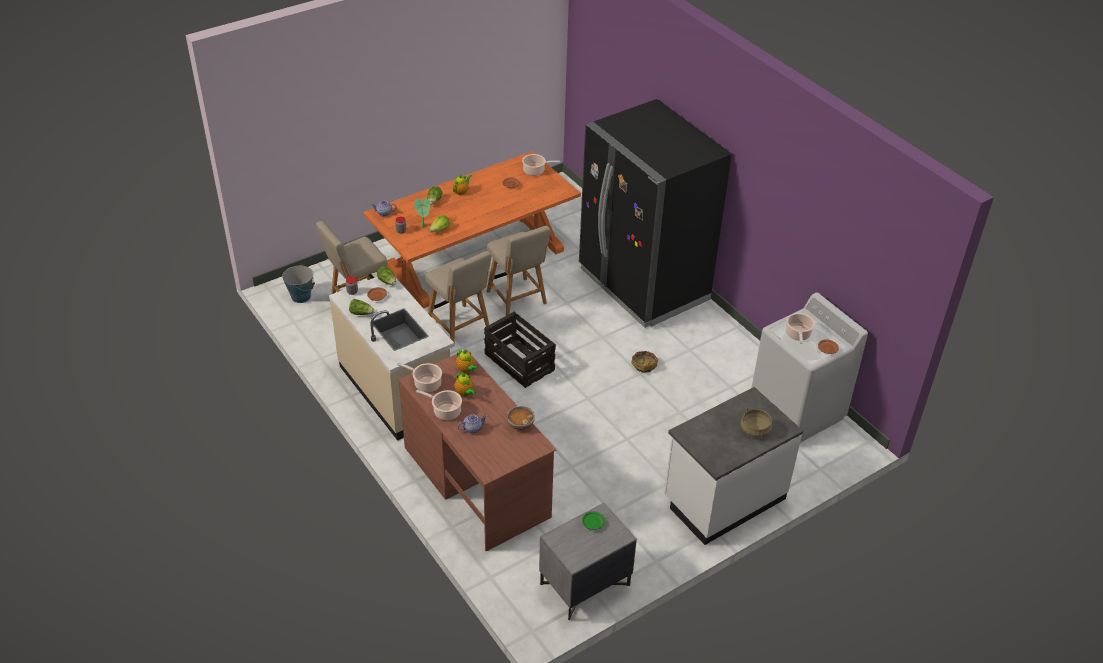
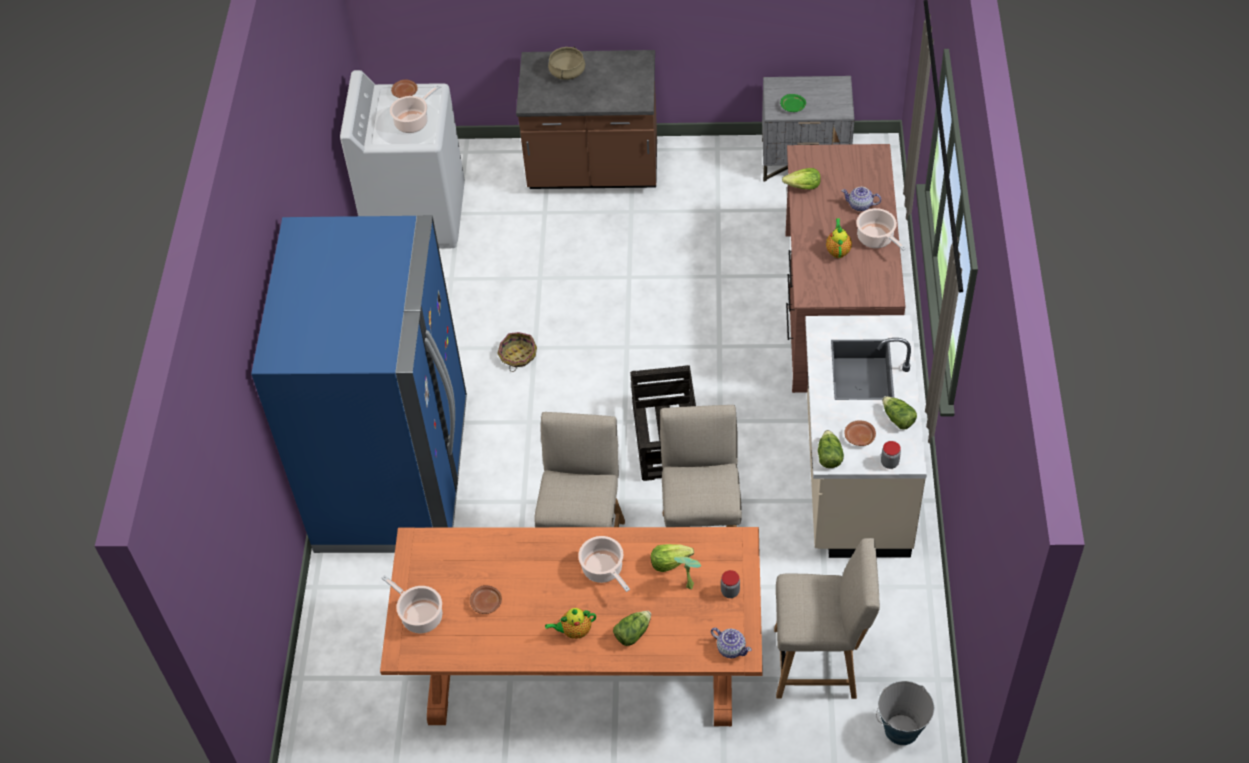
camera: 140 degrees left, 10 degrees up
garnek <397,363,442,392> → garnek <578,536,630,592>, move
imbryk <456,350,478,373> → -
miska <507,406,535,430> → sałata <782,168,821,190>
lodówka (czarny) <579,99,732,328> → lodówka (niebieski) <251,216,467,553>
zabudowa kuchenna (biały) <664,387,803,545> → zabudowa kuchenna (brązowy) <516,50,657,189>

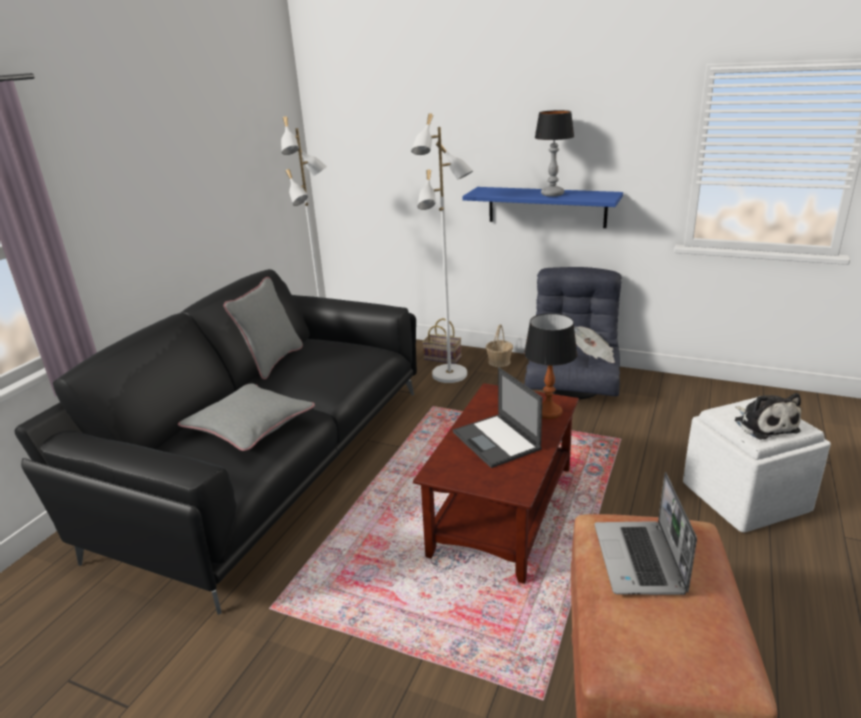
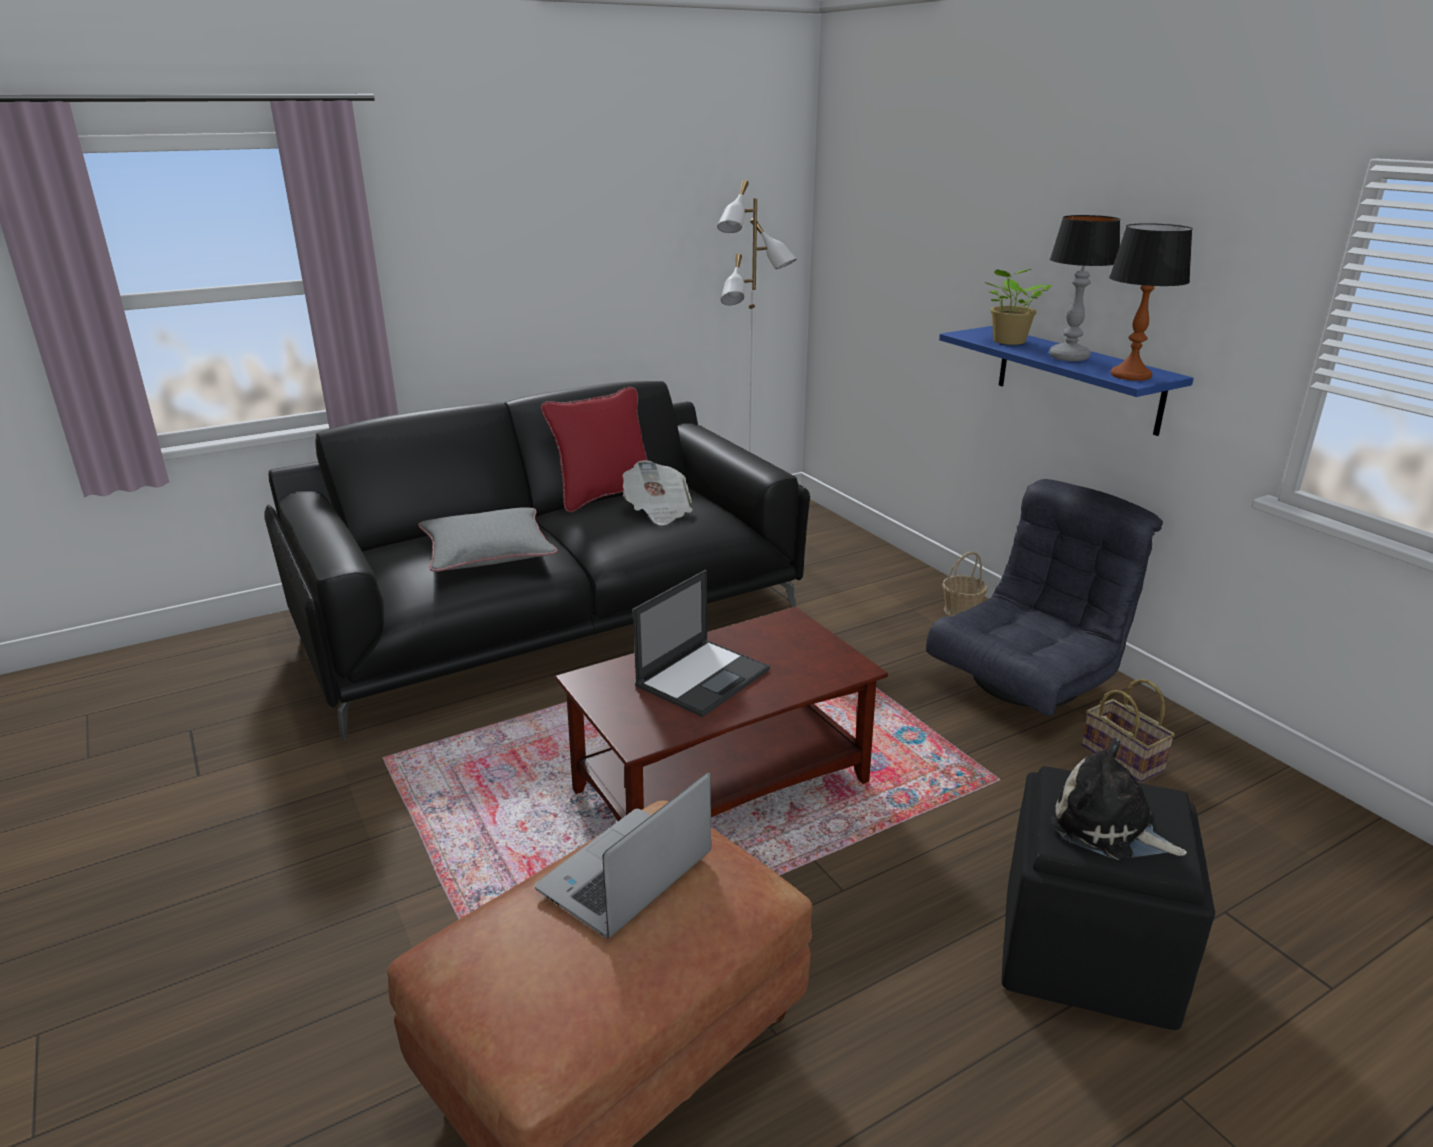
camera: 35 degrees right, 0 degrees up
poduszka (szary) <224,277,303,379> → poduszka (czerwony) <541,387,647,512>
lampa stojąca (biały) <411,113,473,383> → -
koszyk <422,318,461,364> → koszyk <1081,679,1175,782>, move
laptop <453,367,542,468> → laptop <633,570,770,717>, 150 degrees counterclockwise
lampa stołowa <524,313,578,419> → lampa stołowa <1109,223,1193,381>, move
gazeta <574,326,615,363> → gazeta <623,460,693,525>, move
pufa (biały) <683,397,831,532> → pufa (czarny) <1002,766,1215,1030>
pluszak <735,393,801,440> → pluszak <1051,738,1187,860>, 105 degrees clockwise
- → roślina doniczkowa <984,269,1051,345>

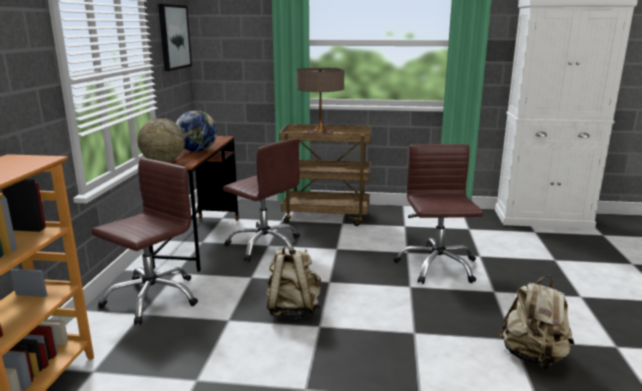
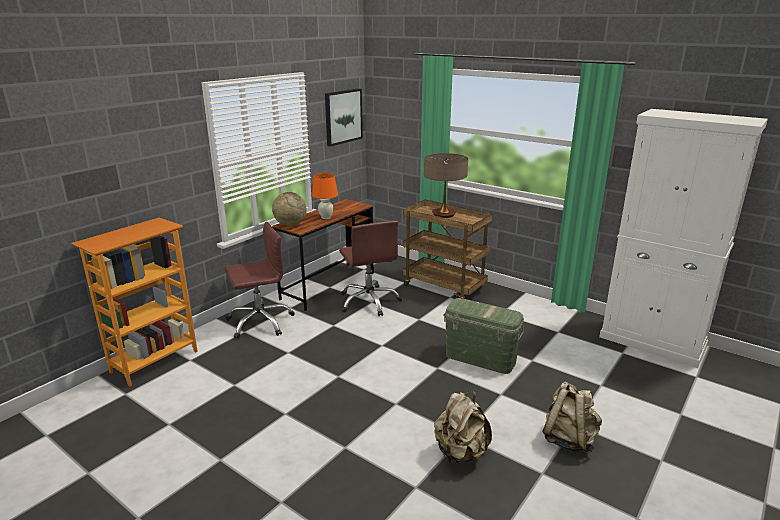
camera: 30 degrees right, 5 degrees up
globus <176,110,217,152> → lampa stołowa (pomarańczowy) <312,173,338,219>
plecak (beżowy) <266,246,321,318> → plecak (beżowy) <542,381,602,454>, move
krzesło biurowe (brązowy) <394,144,483,284> → pojemnik do przechowywania (zielony) <443,298,525,374>

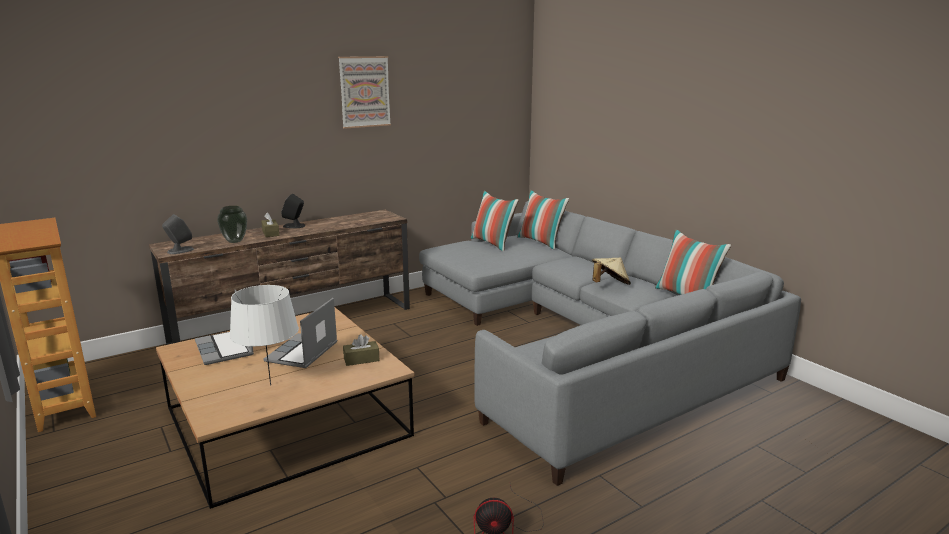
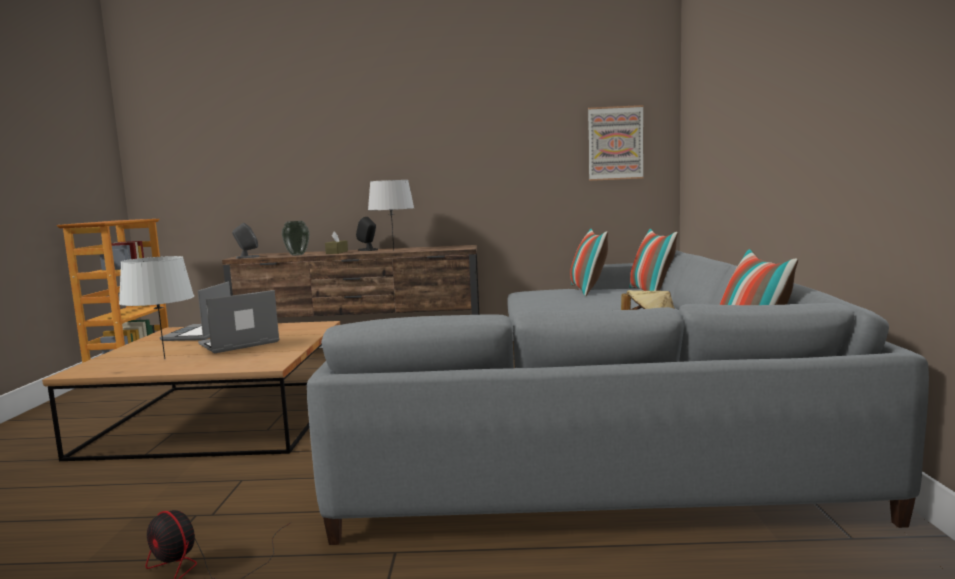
camera: 35 degrees right, 10 degrees down
obraz <338,56,391,129> → obraz <588,105,644,181>, move
pudełko chusteczek (brązowy) <343,334,380,366> → -
- → lampa stołowa (szary) <368,180,414,251>

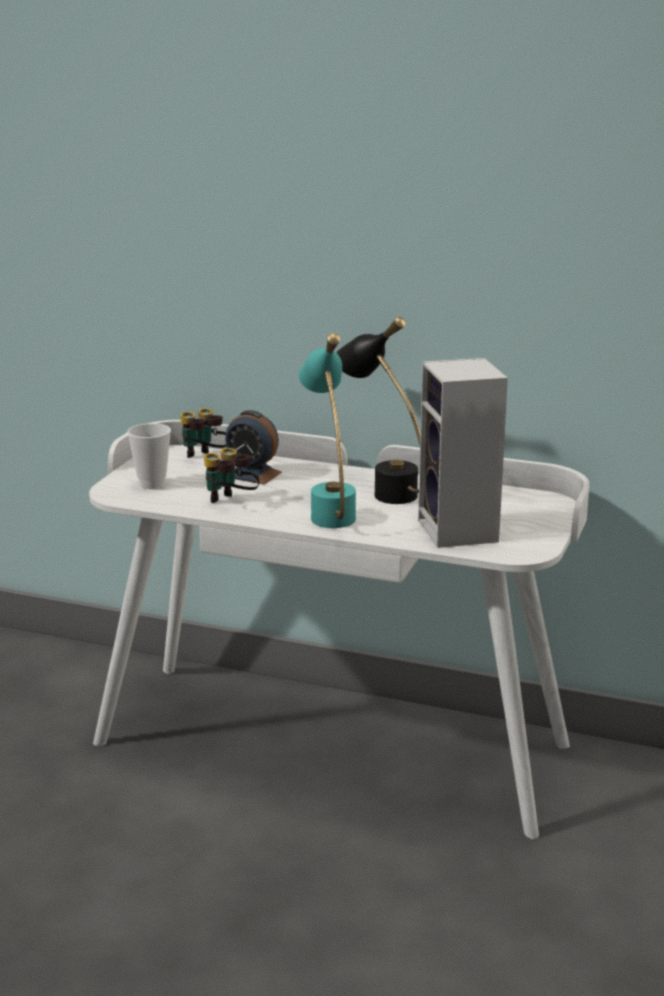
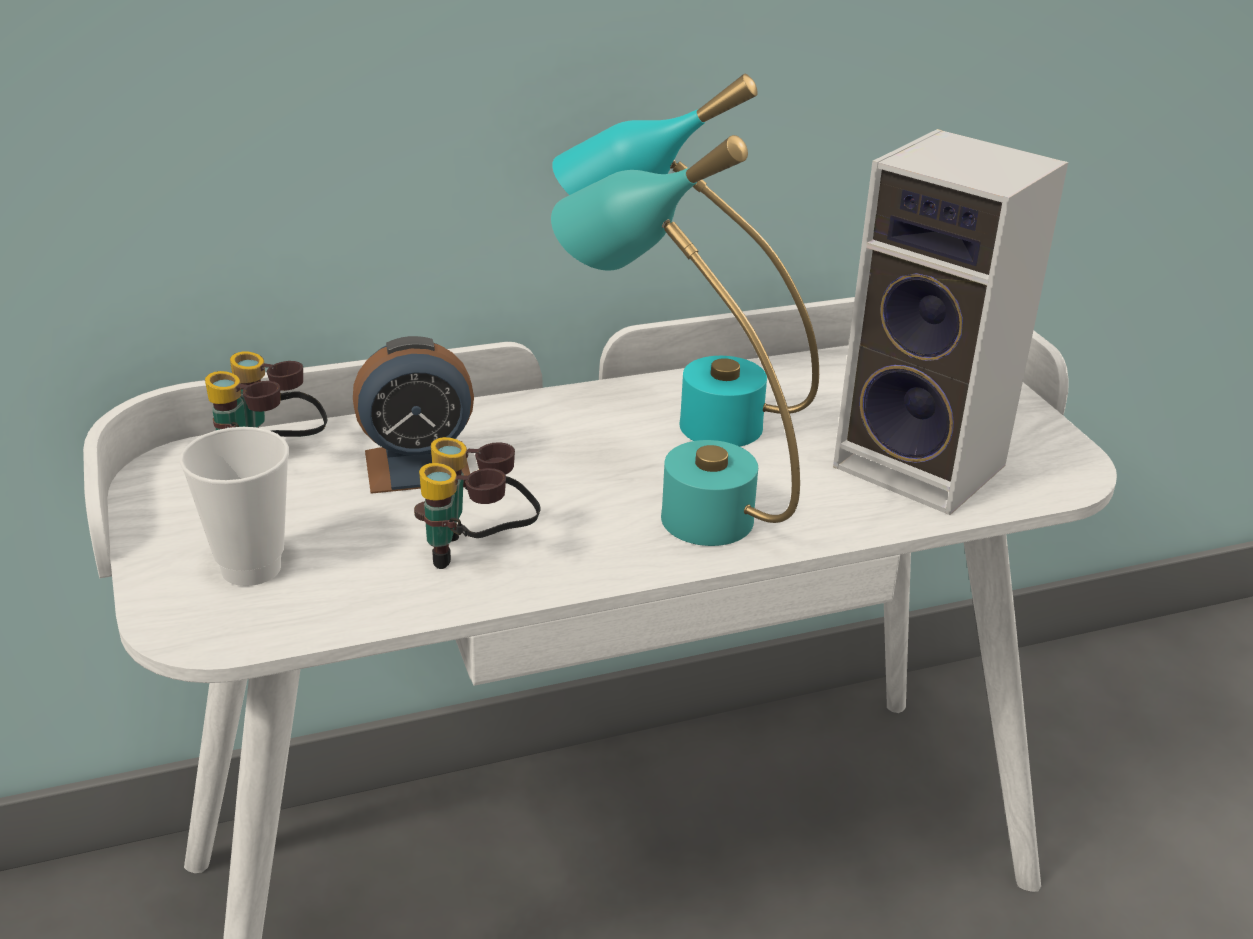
camera: 40 degrees left, 10 degrees up
lampa stołowa (czarny) <336,317,420,504> → lampa stołowa (turkusowy) <552,74,819,447>

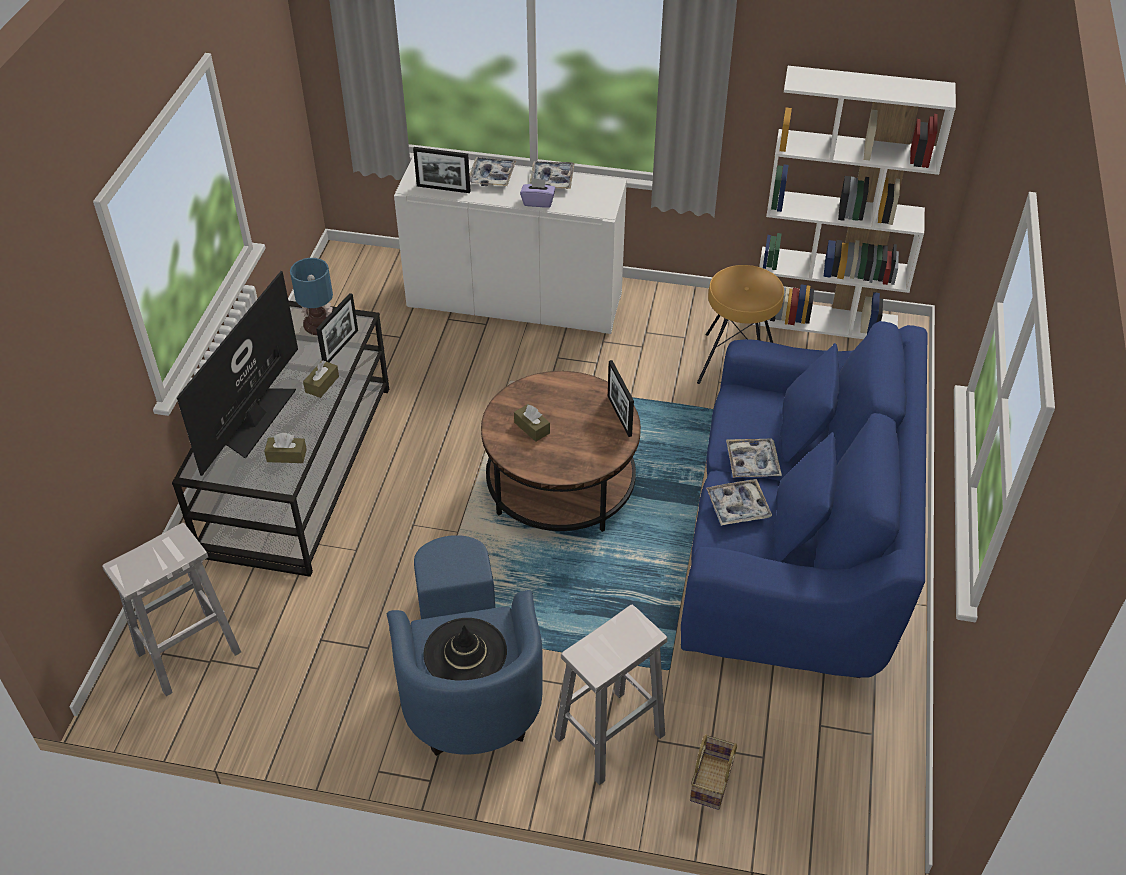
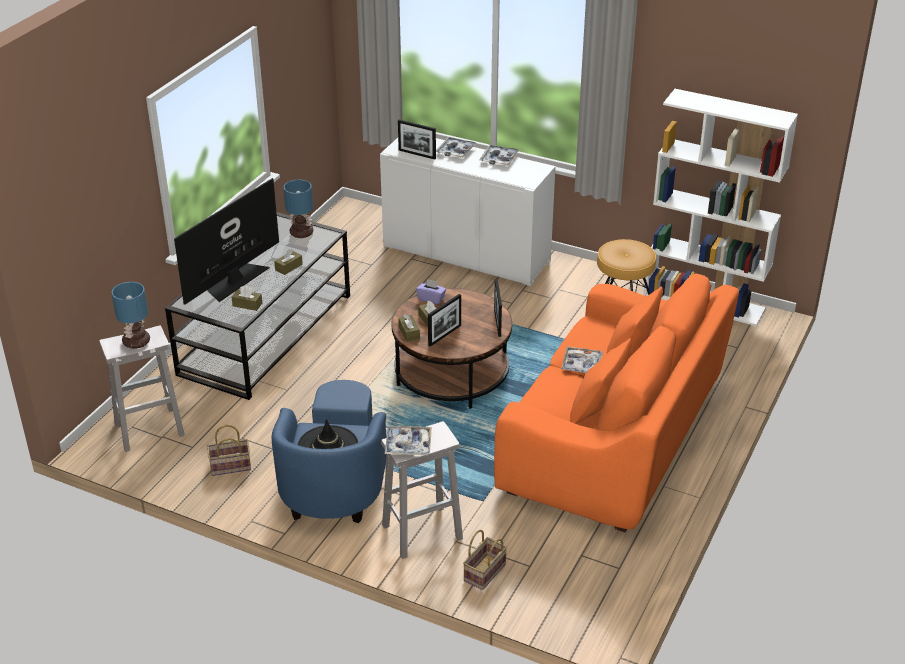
camera: 15 degrees right, 10 degrees down
ramka na zdjęcie <316,293,358,362> → ramka na zdjęcie <428,294,461,347>, move
pudełko chusteczek (fioletowy) <520,178,555,208> → pudełko chusteczek (fioletowy) <416,279,446,304>, move
kanapa (niebieski) <681,321,928,678> → kanapa (pomarańczowy) <494,273,739,532>
taca <706,479,772,526> → taca <385,426,432,456>, move
- → lampa stołowa <112,282,150,349>
- → koszyk <207,425,251,476>
- → pudełko chusteczek (brązowy) <398,314,420,342>

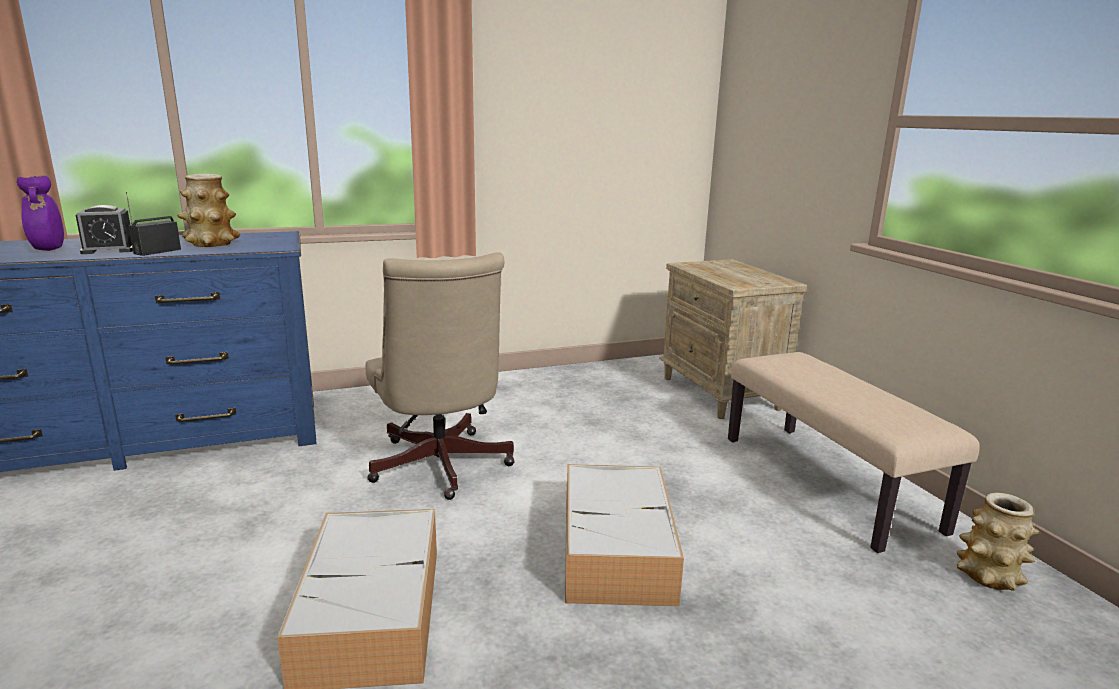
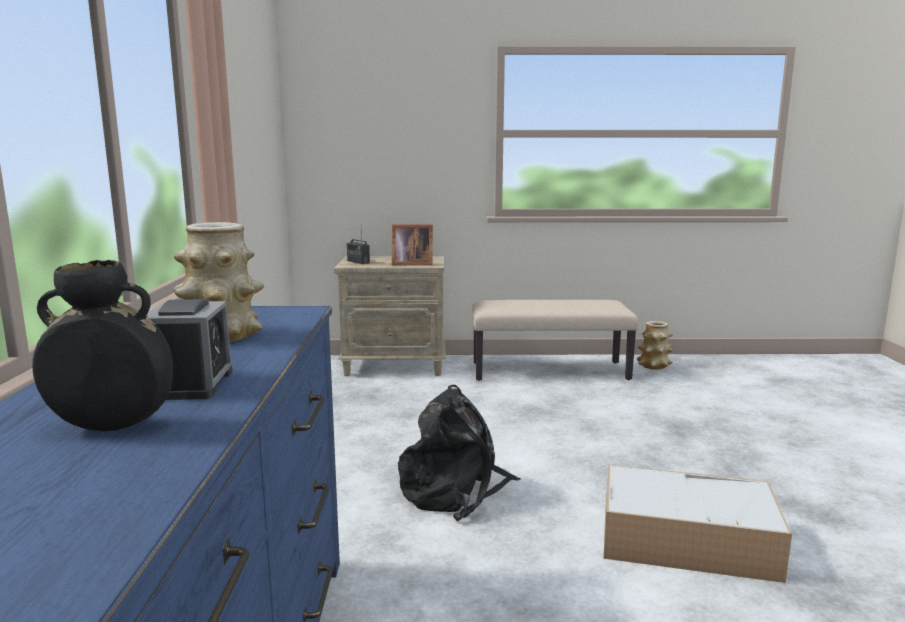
camera: 70 degrees left, 5 degrees down
wazon (fioletowy) <17,176,64,251> → wazon (czarny) <32,260,173,431>
radio <126,192,181,256> → radio <347,233,370,264>, move
krzesło biurowe (beżowy) <366,252,515,500> → plecak (czarny) <398,385,521,521>
pojemnik do przechowywania <565,464,684,607> → -
- → ramka na zdjęcie <392,224,433,265>

